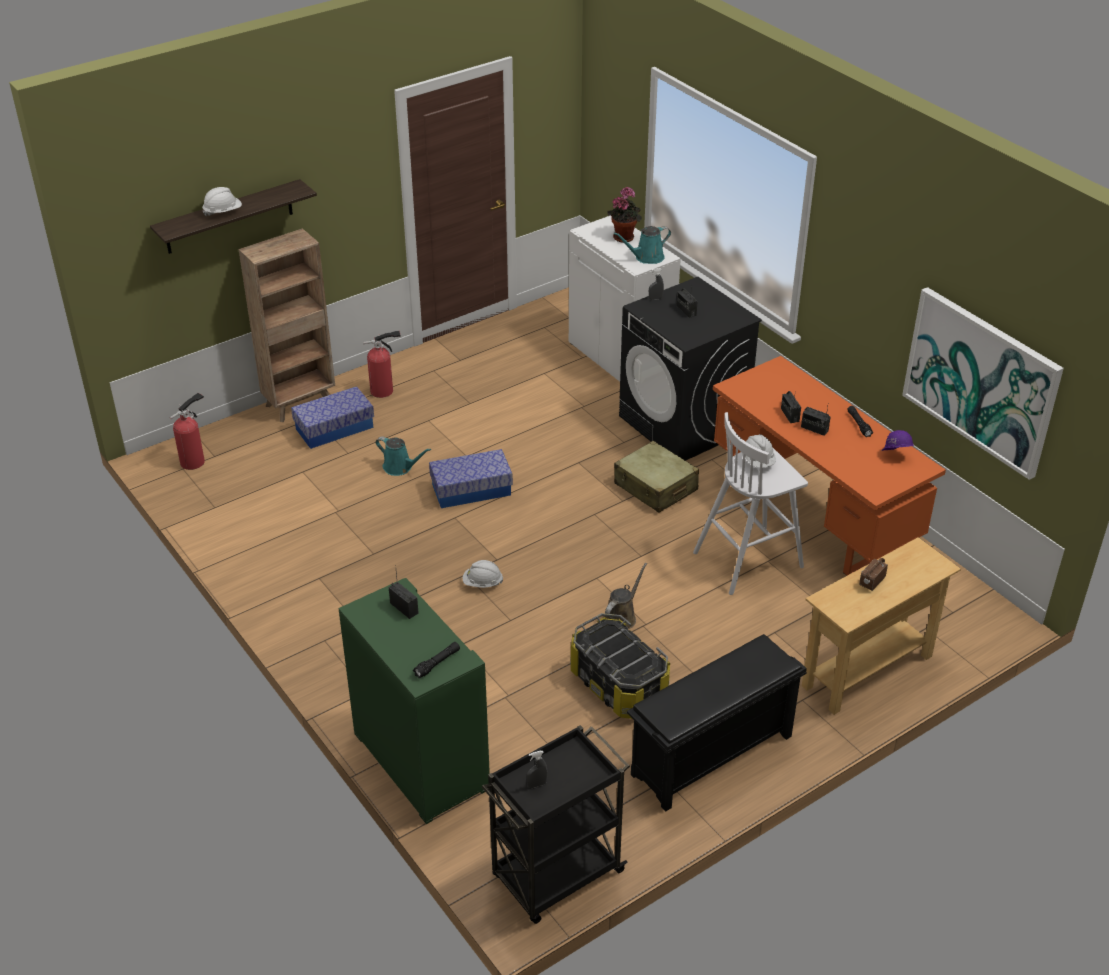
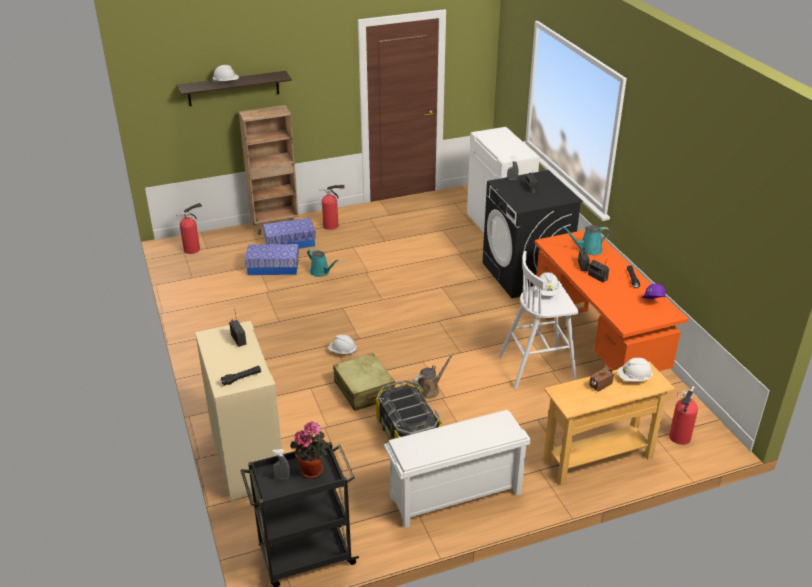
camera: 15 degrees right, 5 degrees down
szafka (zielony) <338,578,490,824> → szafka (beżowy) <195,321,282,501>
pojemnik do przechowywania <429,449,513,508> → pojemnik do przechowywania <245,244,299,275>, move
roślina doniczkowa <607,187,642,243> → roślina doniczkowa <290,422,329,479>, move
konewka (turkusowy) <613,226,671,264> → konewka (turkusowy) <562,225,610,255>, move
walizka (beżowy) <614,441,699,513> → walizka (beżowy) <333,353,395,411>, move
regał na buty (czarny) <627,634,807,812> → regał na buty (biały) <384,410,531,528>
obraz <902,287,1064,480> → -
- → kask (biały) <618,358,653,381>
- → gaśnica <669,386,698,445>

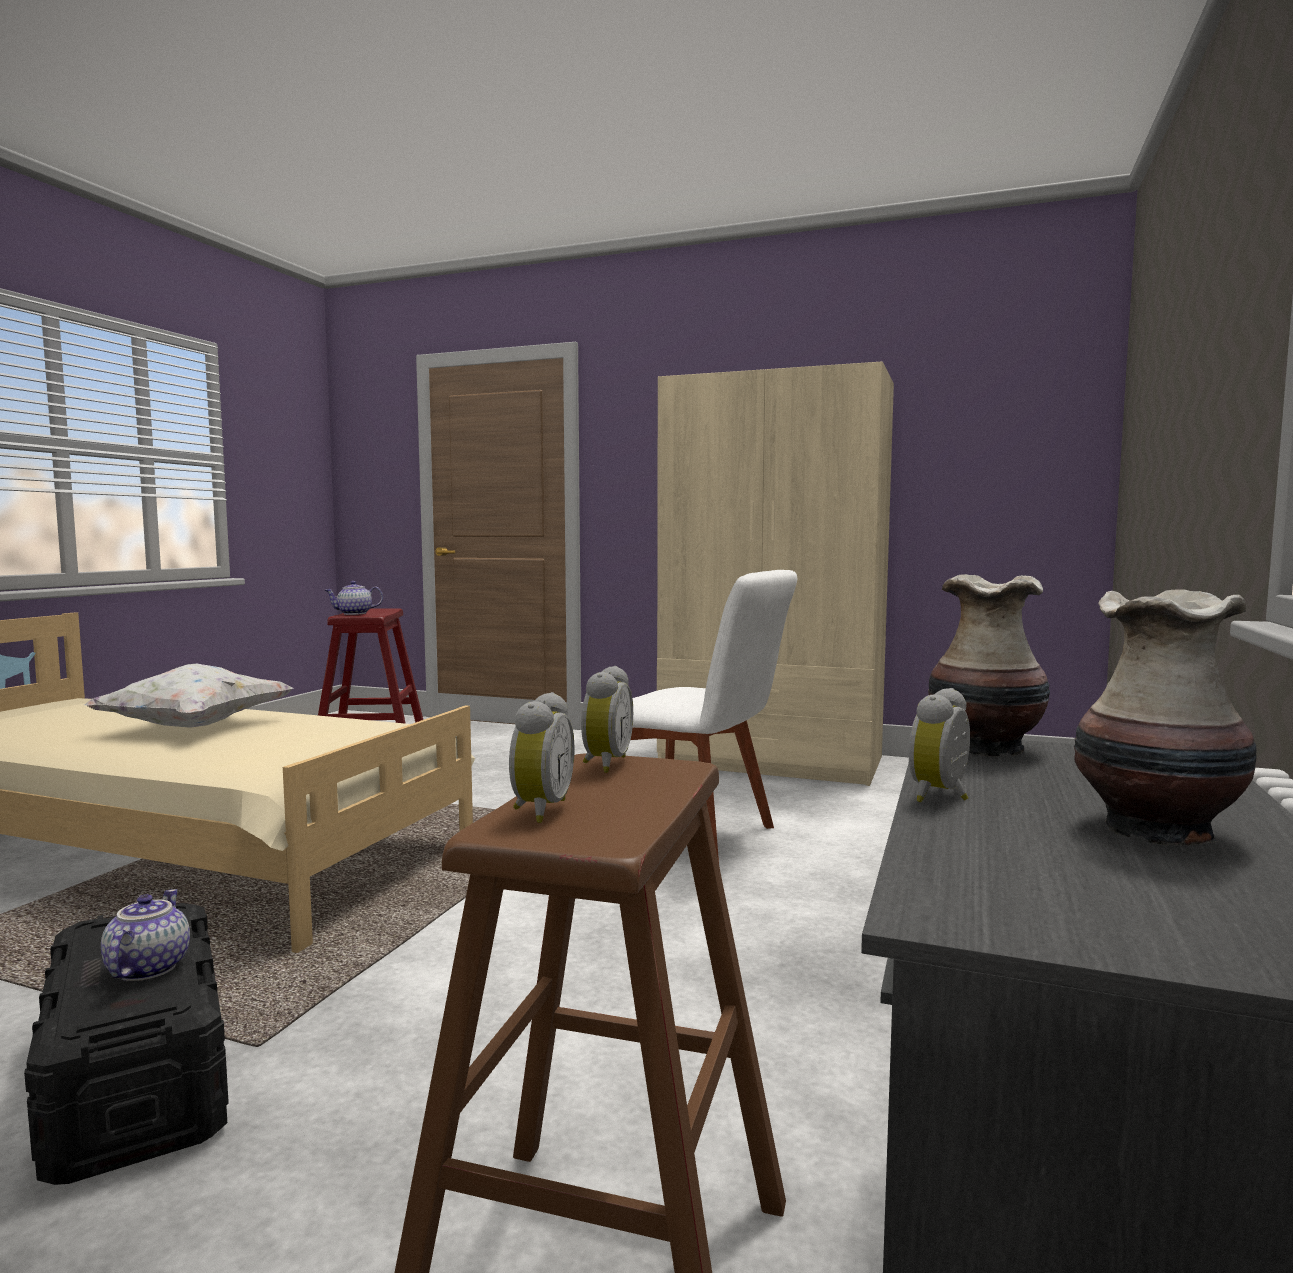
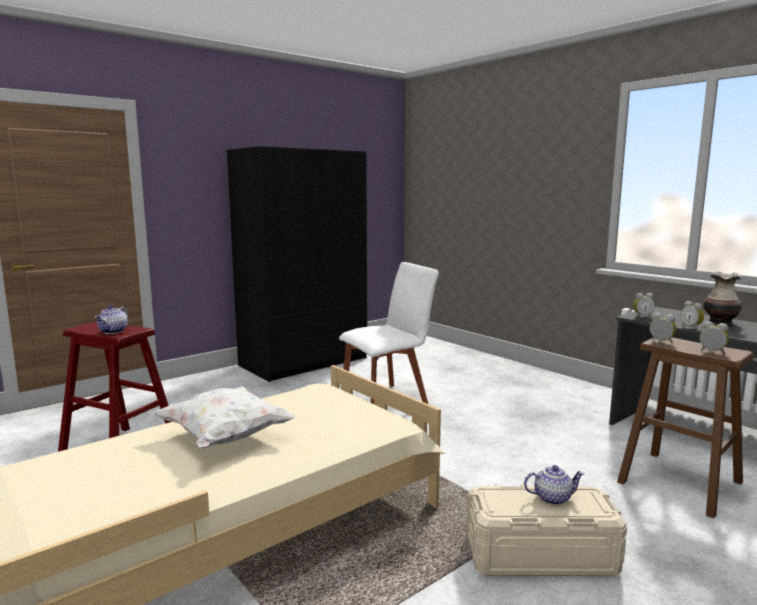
camera: 60 degrees left, 5 degrees up
pojemnik do przechowywania (czarny) <24,903,229,1185> → pojemnik do przechowywania (beżowy) <466,484,627,576>
imbryk <101,889,190,981> → imbryk <524,465,584,505>, 150 degrees clockwise
szafa (beżowy) <657,361,894,786> → szafa (czarny) <227,146,367,382>
wazon <928,574,1050,757> → budzik <633,293,655,317>

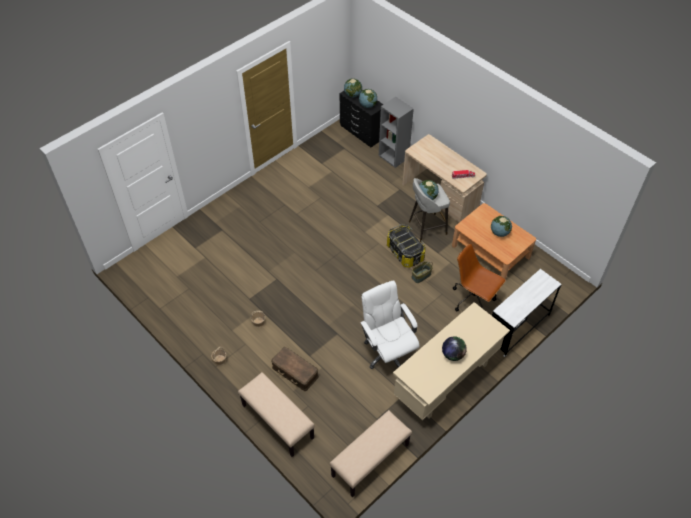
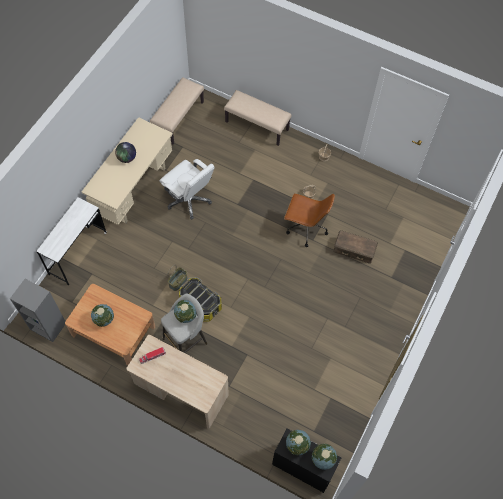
camera: 160 degrees right, 10 degrees up
pojemnik do przechowywania (brązowy) <271,347,319,392> → pojemnik do przechowywania (brązowy) <333,230,378,264>, move
regał (szary) <379,97,414,168> → regał (szary) <10,279,65,342>, move
krzesło biurowe (brązowy) <453,244,506,311> → krzesło biurowe (brązowy) <284,194,335,247>, move

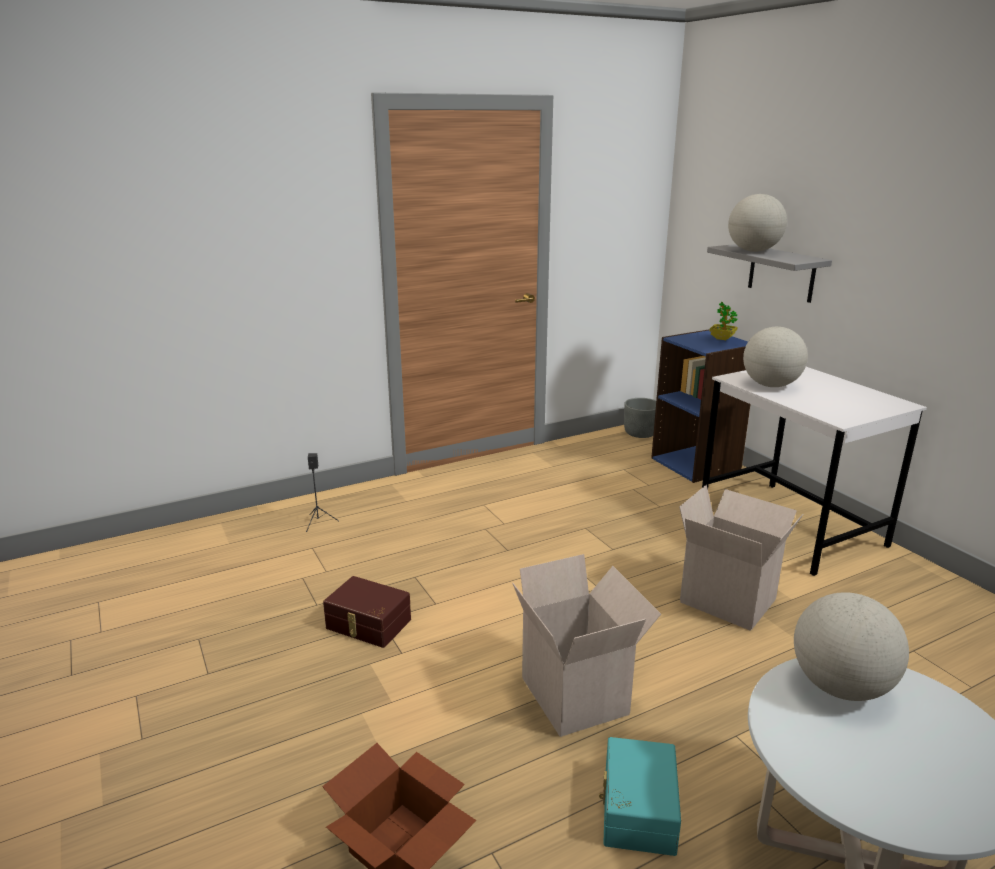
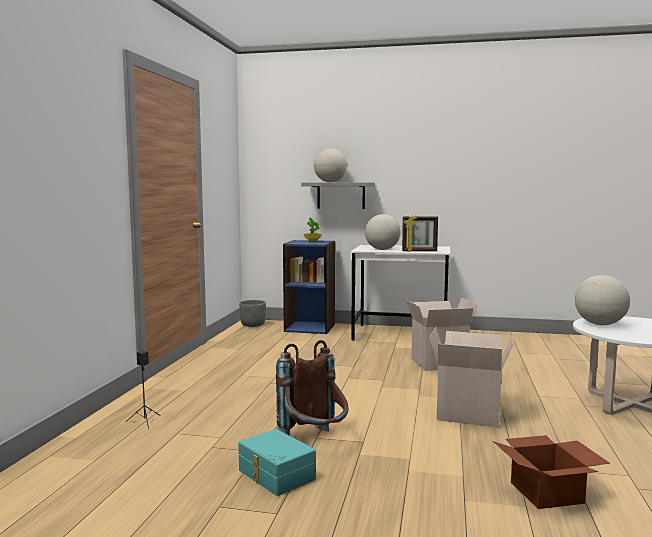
camera: 50 degrees left, 15 degrees down
pojemnik do przechowywania (brązowy) <323,576,411,648> → plecak (brązowy) <276,340,349,436>
pojemnik do przechowywania (turkusowy) <599,737,681,856> → pojemnik do przechowywania (turkusowy) <238,429,316,496>, move
- → ramka na zdjęcie <402,215,438,252>

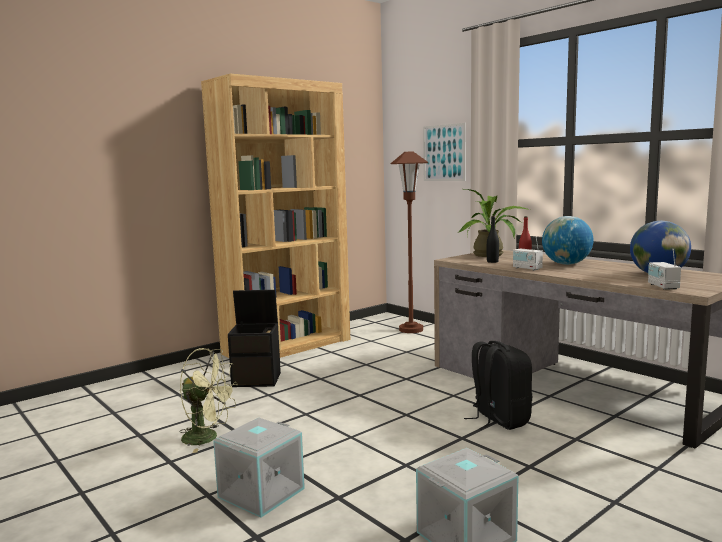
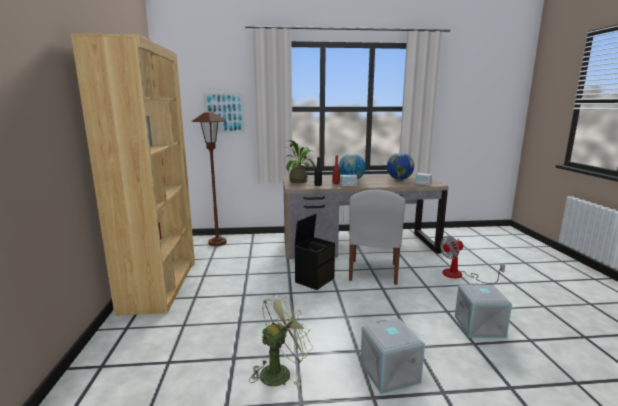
camera: 55 degrees left, 5 degrees up
pojemnik do przechowywania (czarny) <228,290,281,387> → pojemnik do przechowywania (czarny) <295,214,335,290>, move
plecak (czarny) <464,341,532,430> → krzesło (biały) <349,189,406,285>
- → wentylator <440,236,505,284>

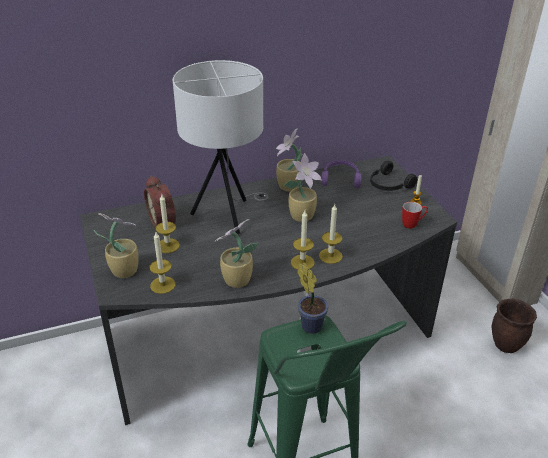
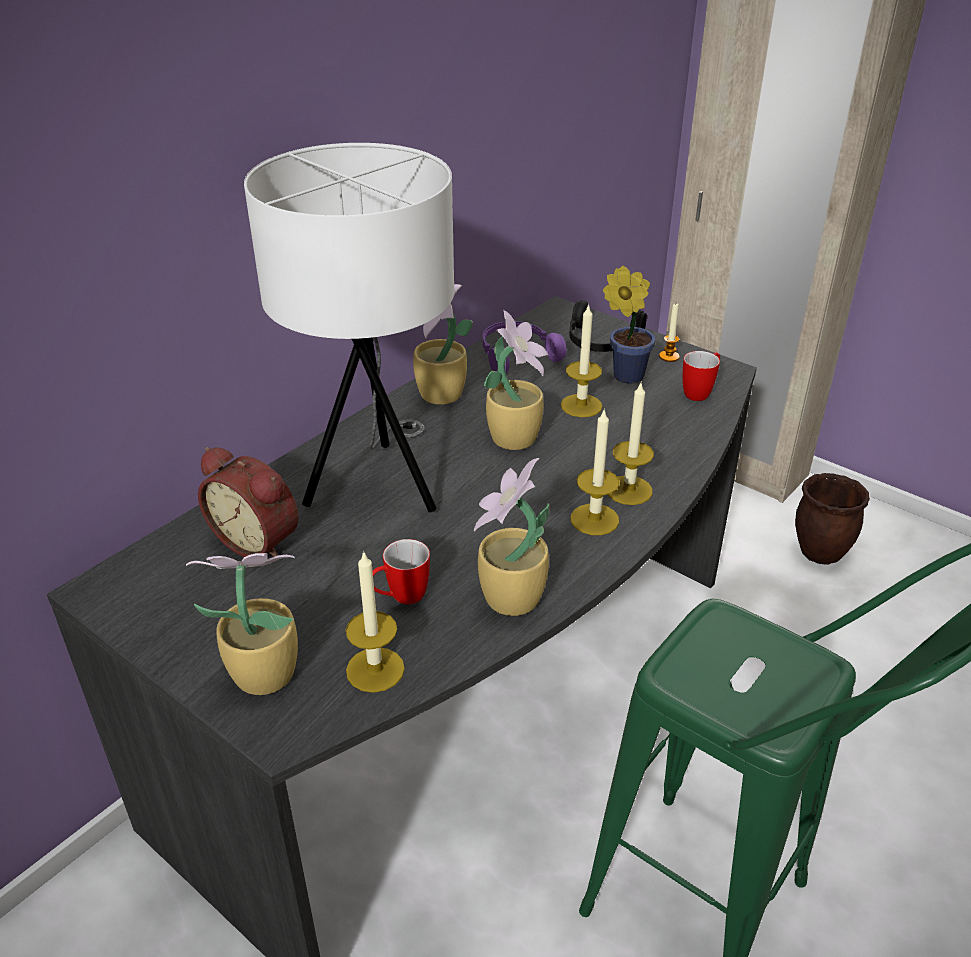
camera: 30 degrees left, 0 degrees up
świeca <156,193,180,253> → świeca <561,303,603,417>, move
roślina doniczkowa <297,262,328,334> → roślina doniczkowa <603,266,656,384>, move
- → kubek <373,539,430,604>

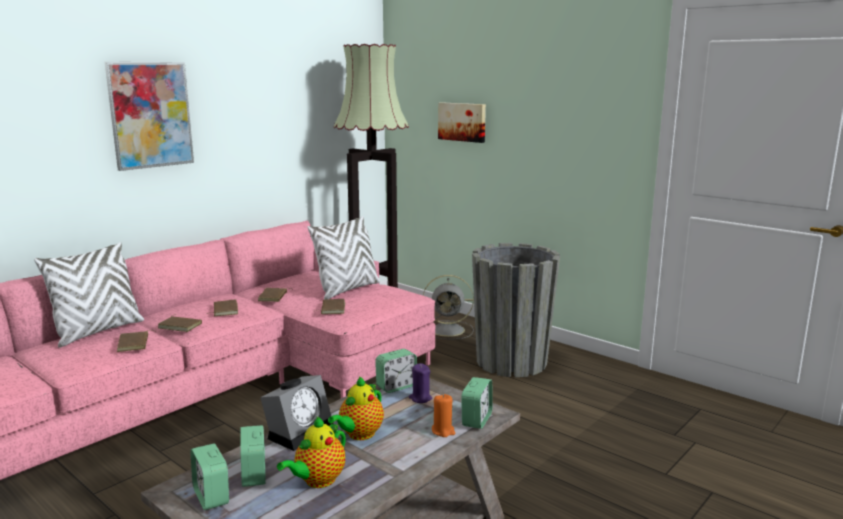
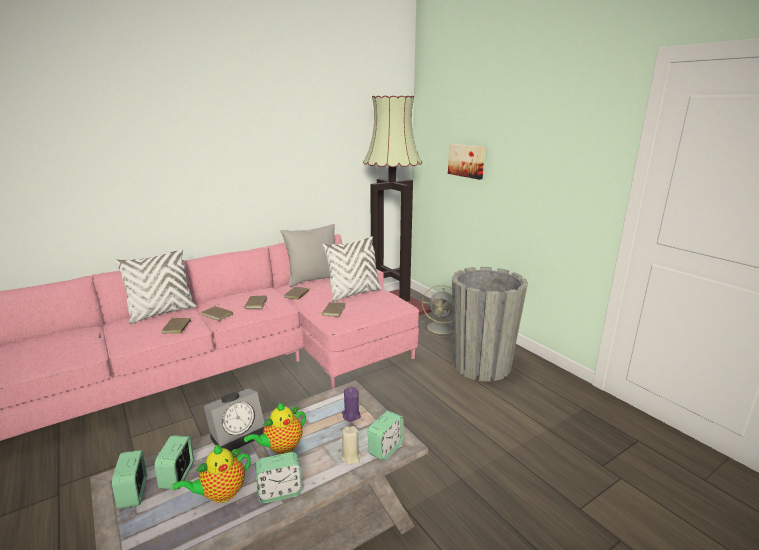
camera: 15 degrees right, 5 degrees up
obraz <105,62,194,171> → -
budzik <375,349,417,393> → budzik <255,452,302,503>, move
świeca (pomarańczowy) <432,394,455,437> → świeca (beżowy) <341,426,361,465>
- → poduszka (szary) <280,224,335,287>

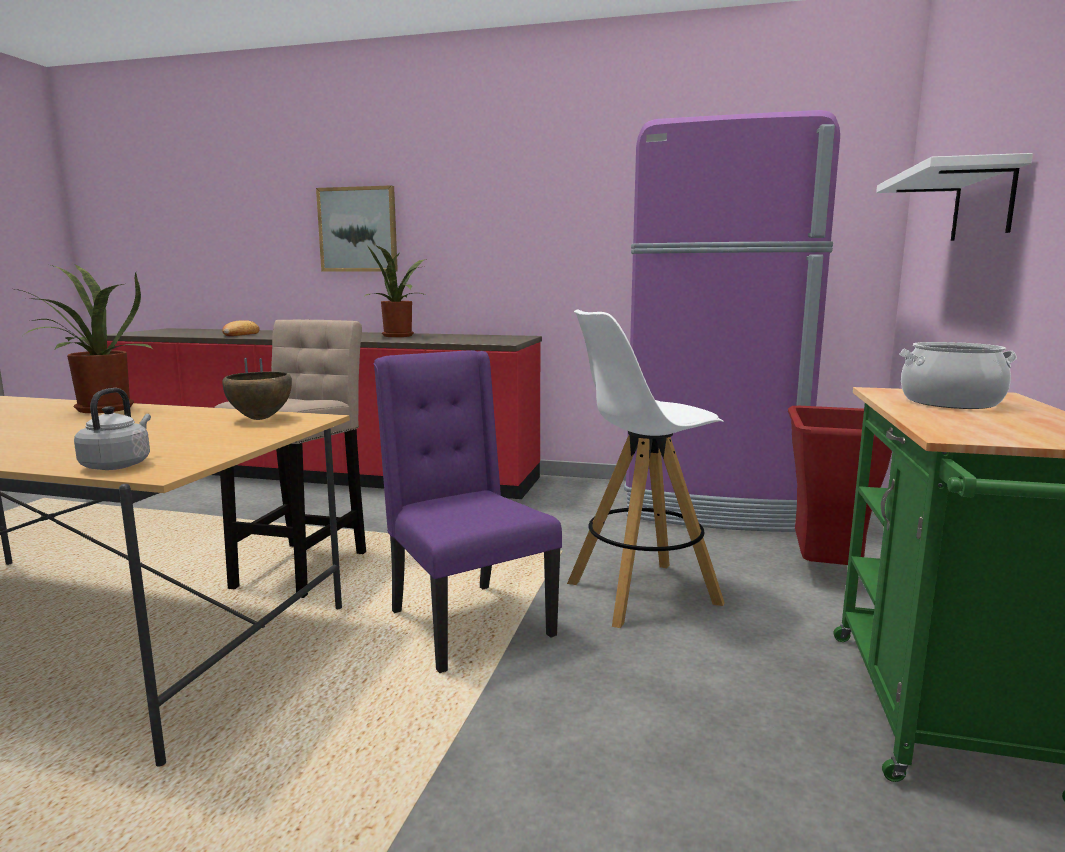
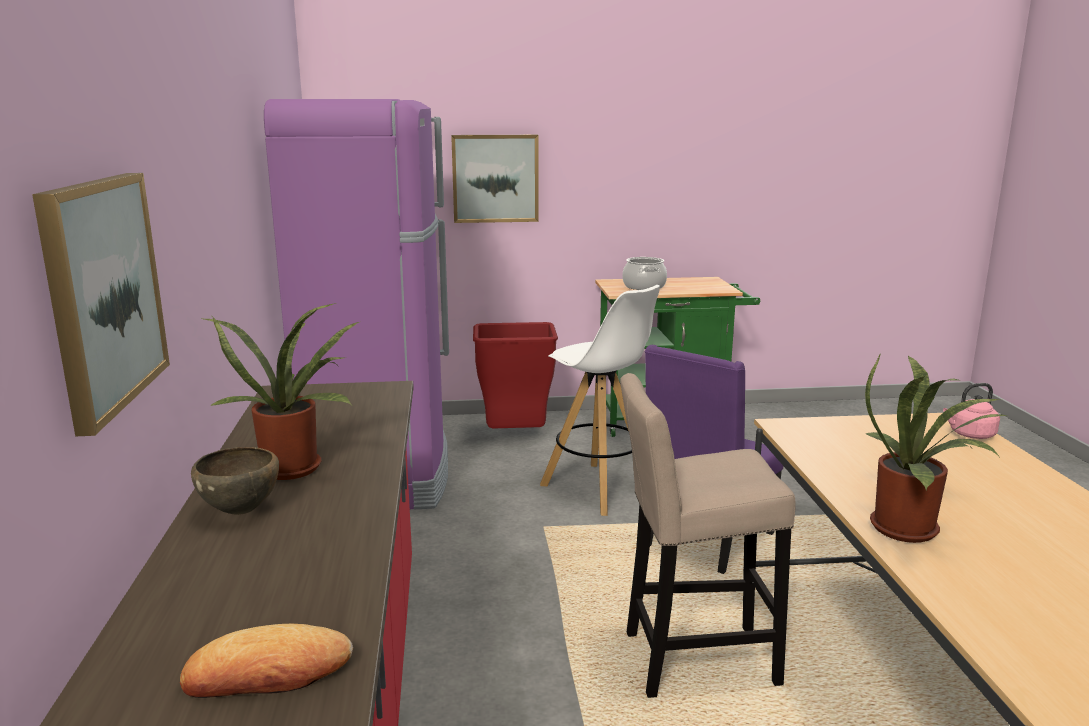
camera: 110 degrees left, 5 degrees up
czajnik (szary) <74,388,151,470> → czajnik (różowy) <943,383,1000,439>
miska (brązowy) <222,372,292,420> → miska (brązowy) <191,447,279,515>, move
półka (biały) <876,153,1033,241> → obraz <451,135,539,223>

